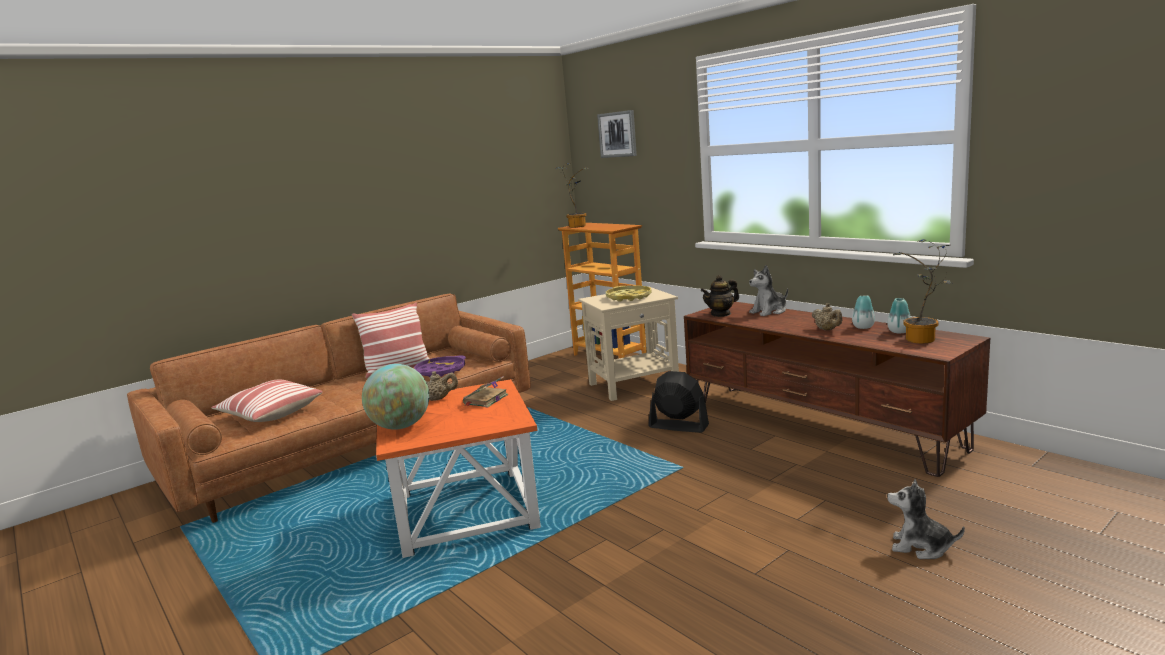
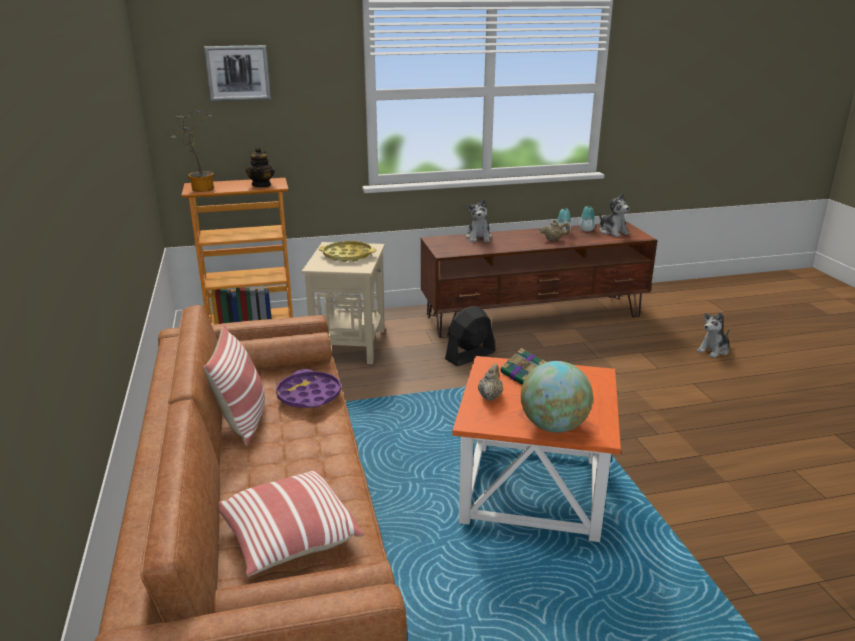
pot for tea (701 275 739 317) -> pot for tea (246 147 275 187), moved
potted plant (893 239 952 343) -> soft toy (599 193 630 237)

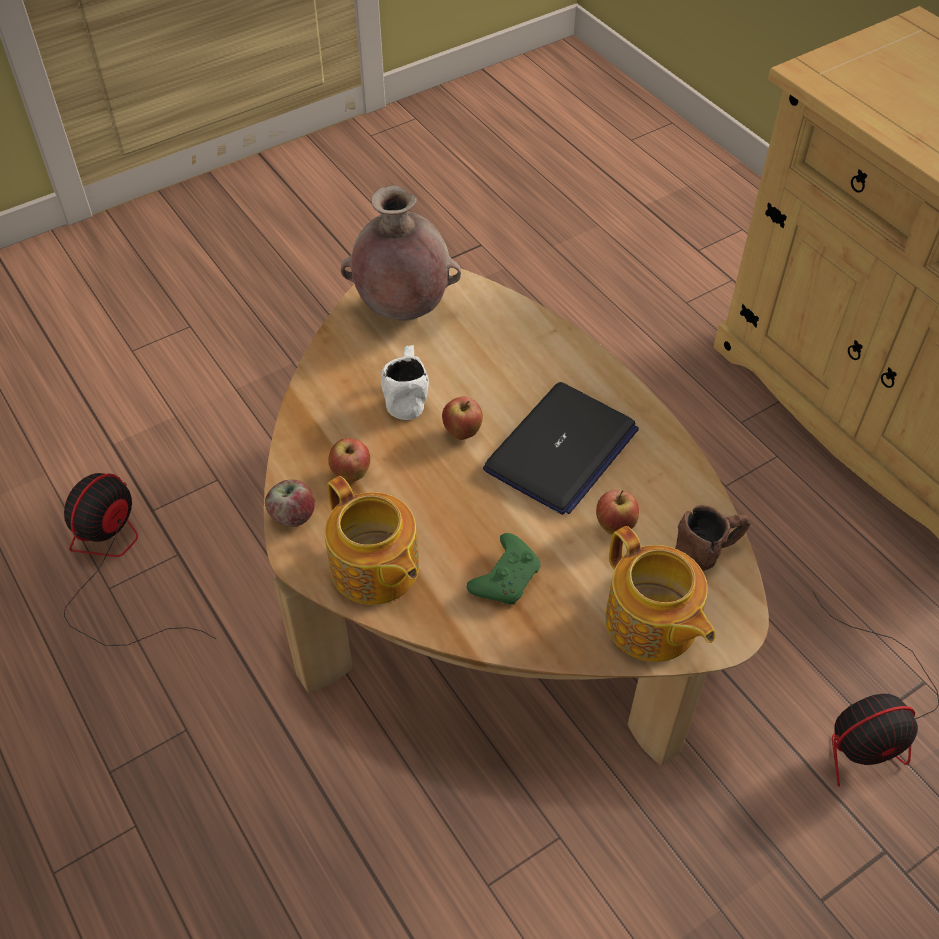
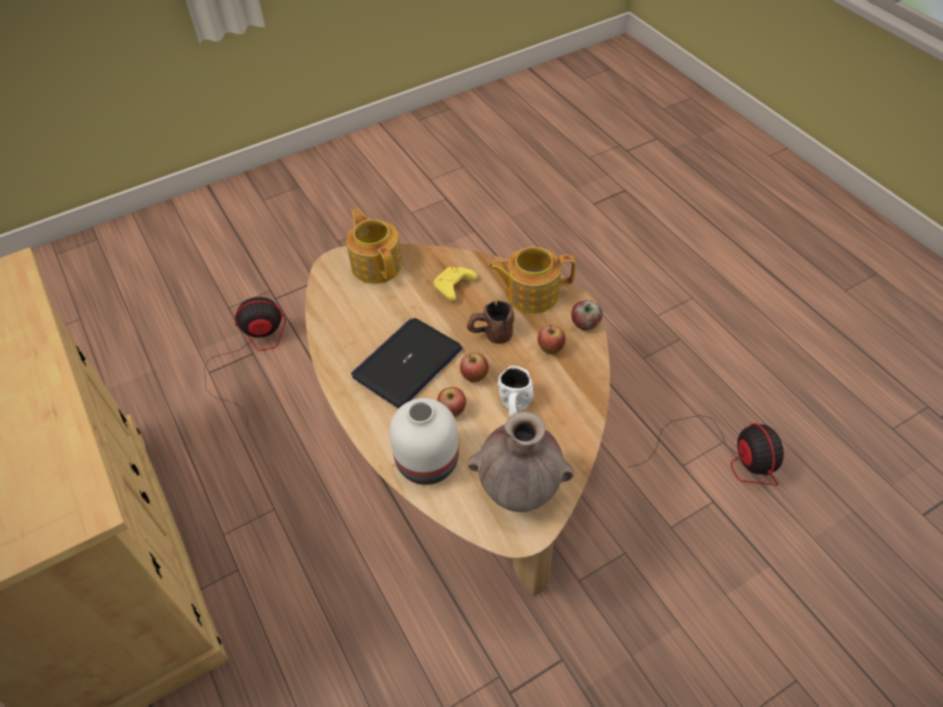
electric fan (64 473 217 646) -> electric fan (629 415 784 485), 45 degrees counterclockwise
pot for tea (324 476 419 605) -> pot for tea (488 247 576 314), 60 degrees counterclockwise
game controller (greenish) (467 533 541 605) -> game controller (yellow) (434 267 478 301)
apple fruit (596 490 639 535) -> apple fruit (437 387 466 418), moved
mug (brownish) (675 505 750 571) -> mug (brownish) (467 301 514 344), moved
none -> vase (white) (389 398 459 485)

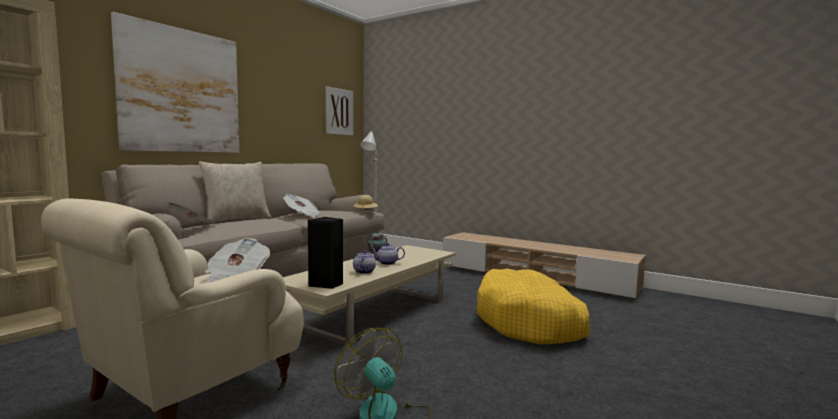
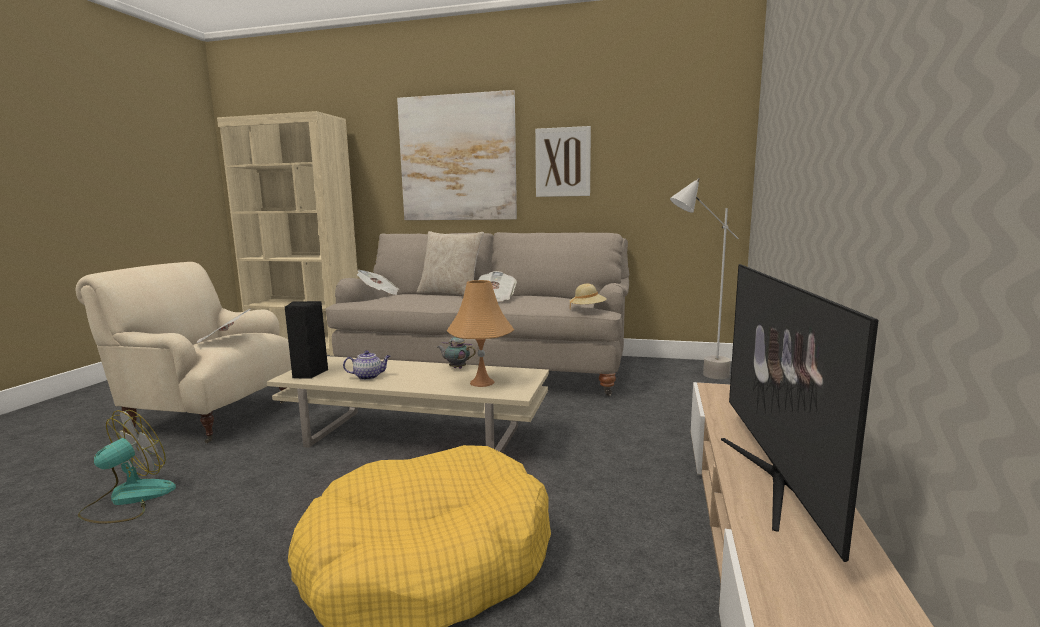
picture (326 86 353 135) -> picture (535 126 591 197), moved
pot for tea (371 243 405 265) -> none
none -> table lamp (orangey) (447 280 514 387)
none -> television (721 264 878 562)

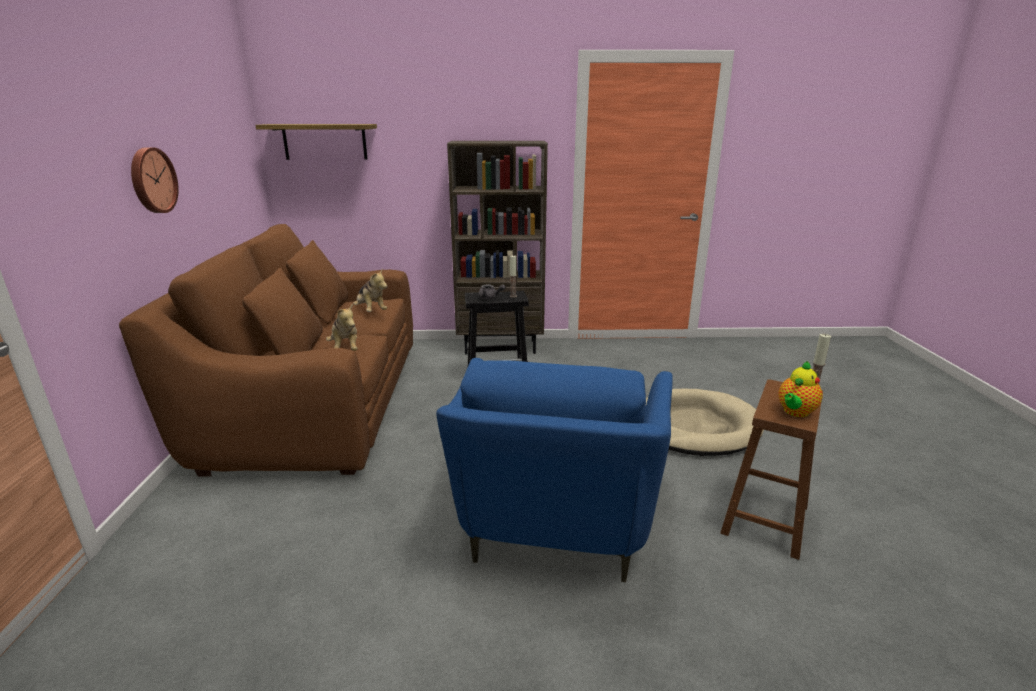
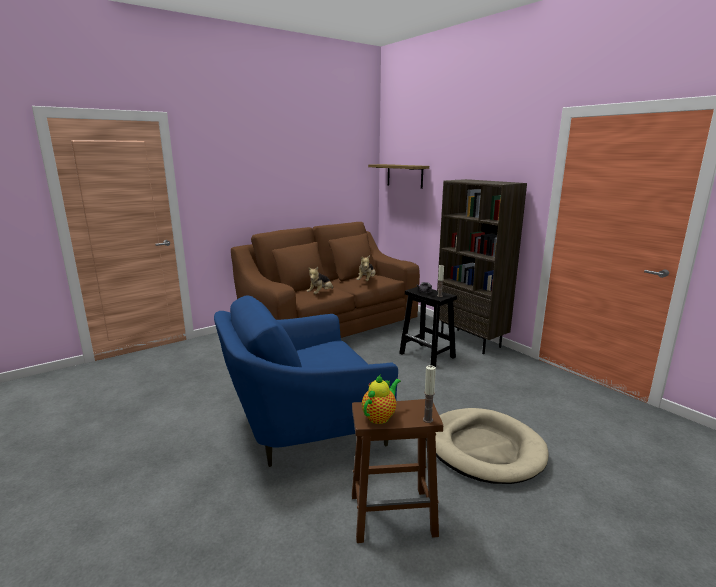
wall clock (131 147 179 213) -> none
pot for tea (778 361 823 417) -> pot for tea (362 374 401 424), 120 degrees clockwise

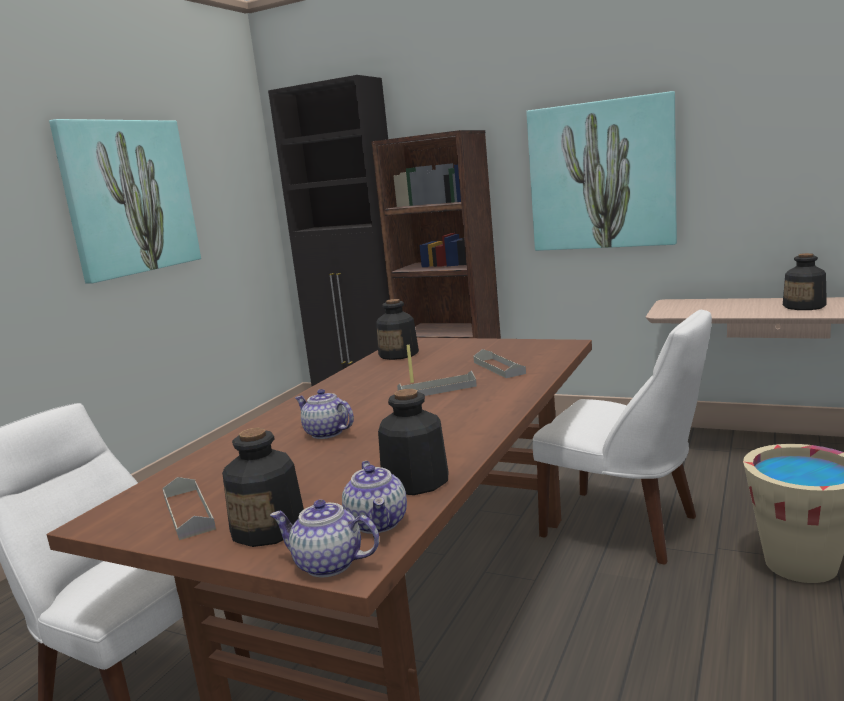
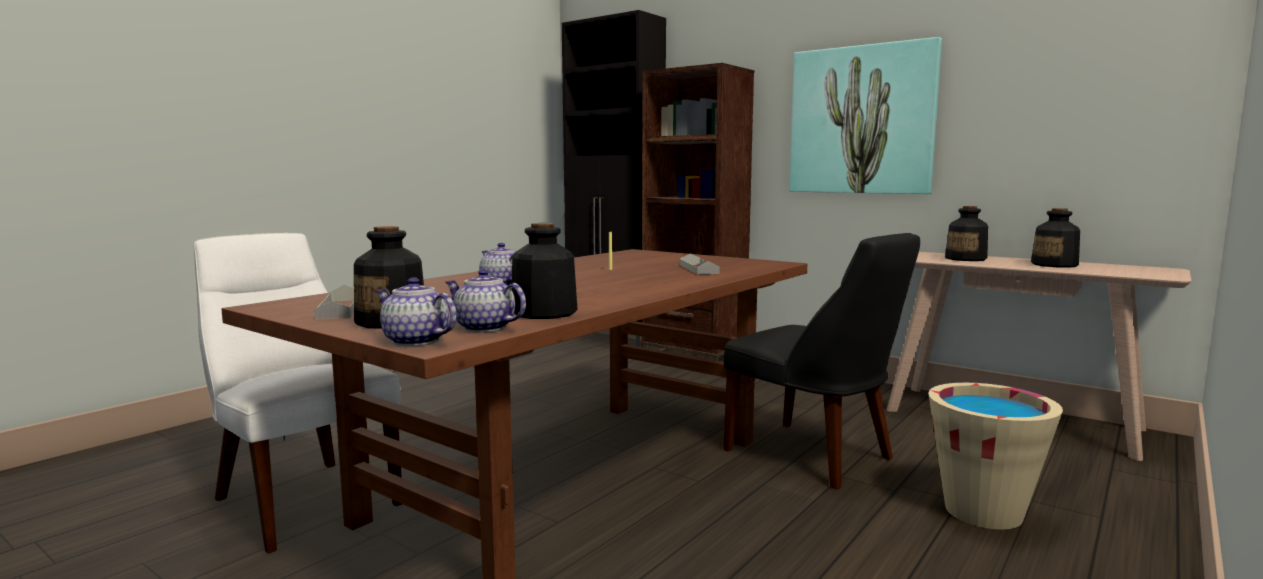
picture (49 119 201 284) -> none
pot for tea (342 461 407 534) -> pot for tea (445 269 526 333), 120 degrees clockwise
beverage bottle (376 299 419 360) -> beverage bottle (945 206 988 261), moved
tray (grey) (397 371 477 396) -> none
upright chair (white) (533 309 712 564) -> upright chair (blackish) (723 233 920 489)

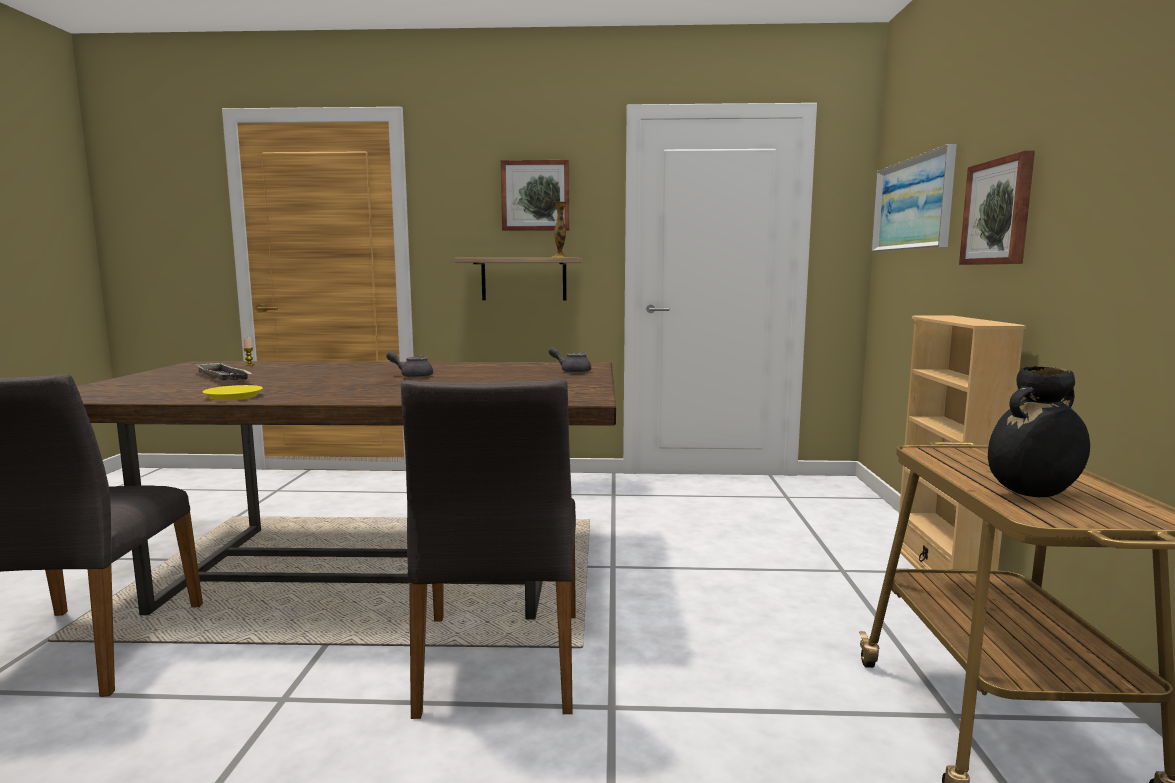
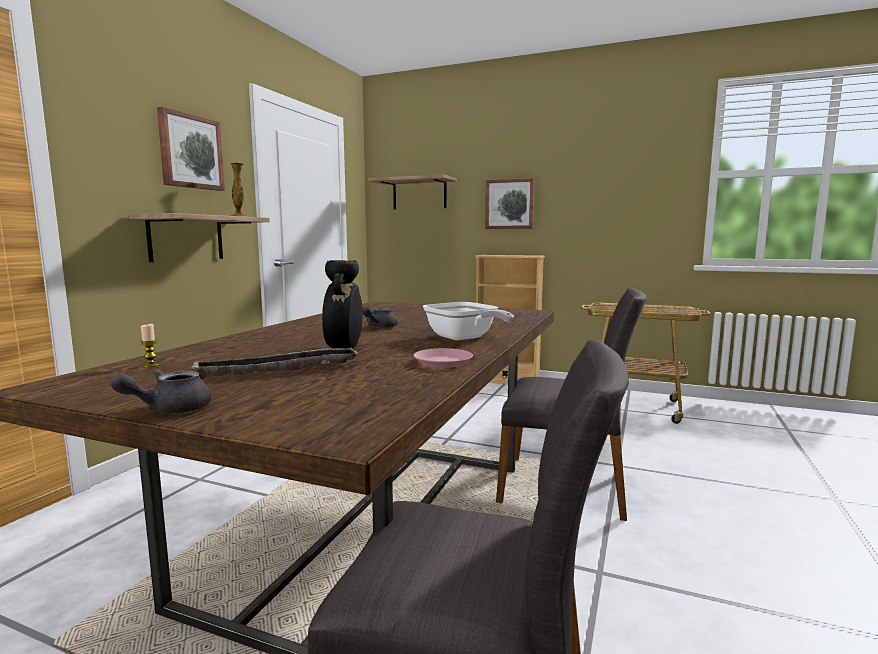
plate (yellow) (203 385 263 400) -> plate (pink-coloured) (413 348 473 368)
pot for tea (grey) (549 347 591 373) -> pot for tea (grey) (111 369 211 414), moved
picture (871 144 957 252) -> bracket shelf (367 174 457 209)
vase (blackish) (988 366 1090 497) -> vase (blackish) (322 260 363 349), moved
none -> pan (423 302 514 341)

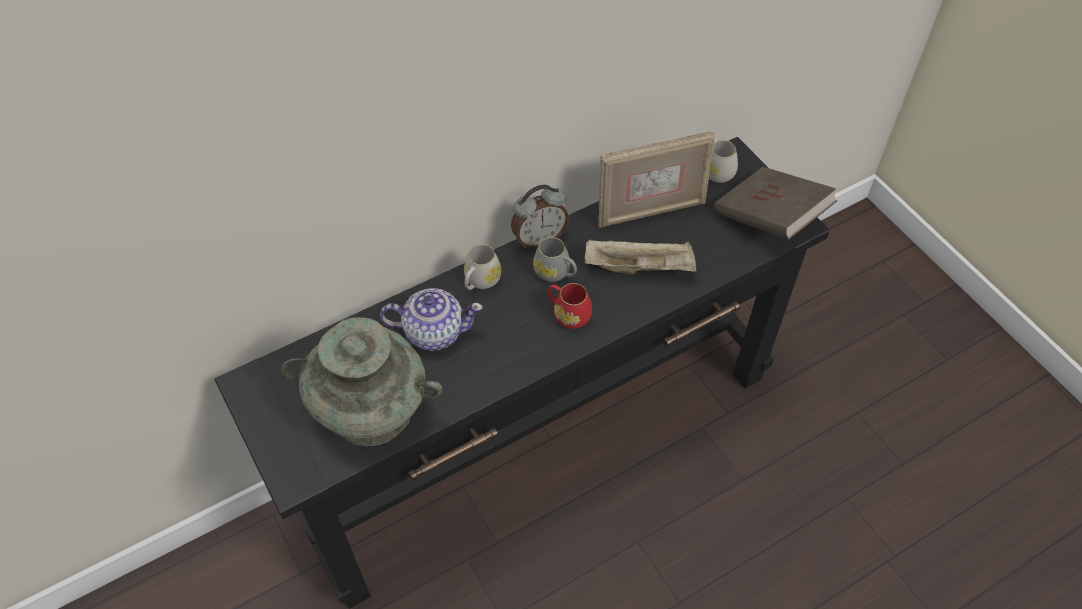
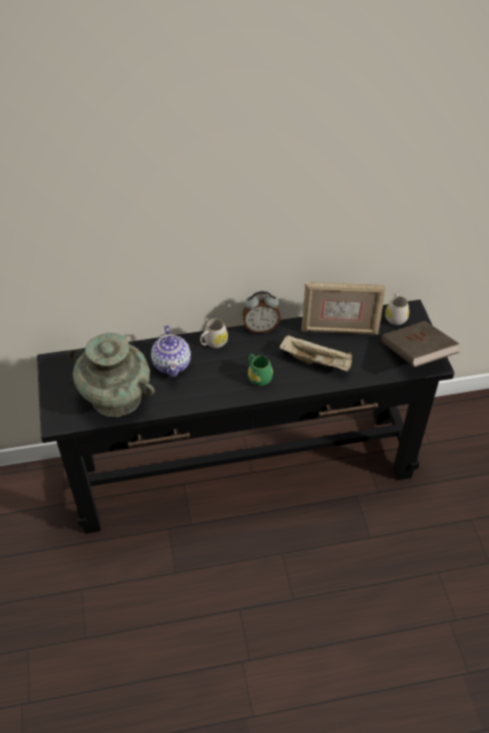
pot for tea (380 288 483 351) -> pot for tea (151 325 191 377), 60 degrees clockwise
mug (grey) (533 237 577 282) -> none
mug (red) (548 283 592 329) -> mug (greenish) (248 354 273 386)

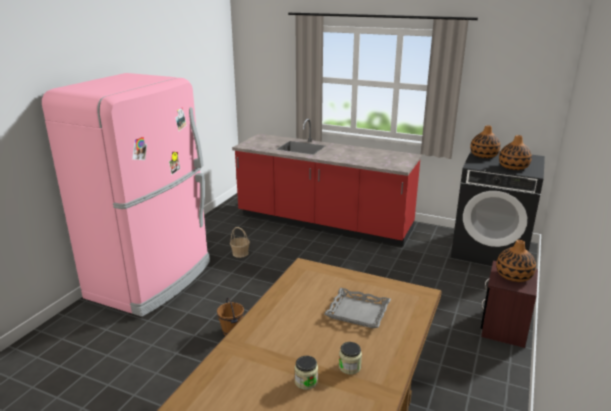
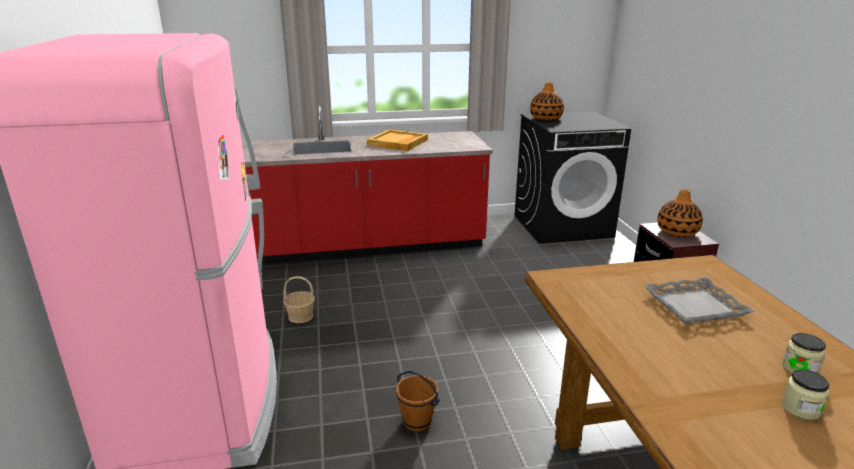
vase (499 135 532 170) -> none
none -> tray (beige) (367 129 428 151)

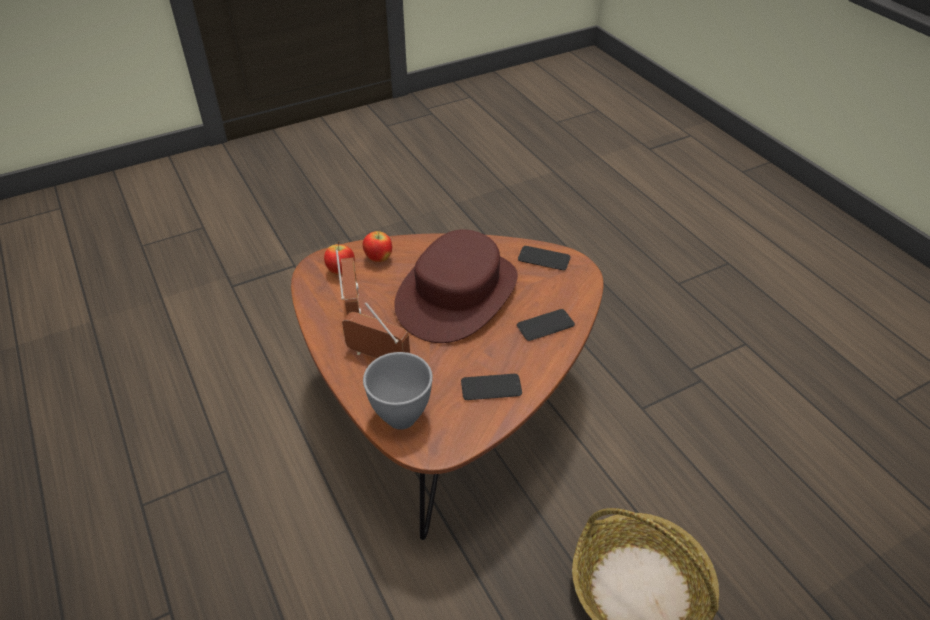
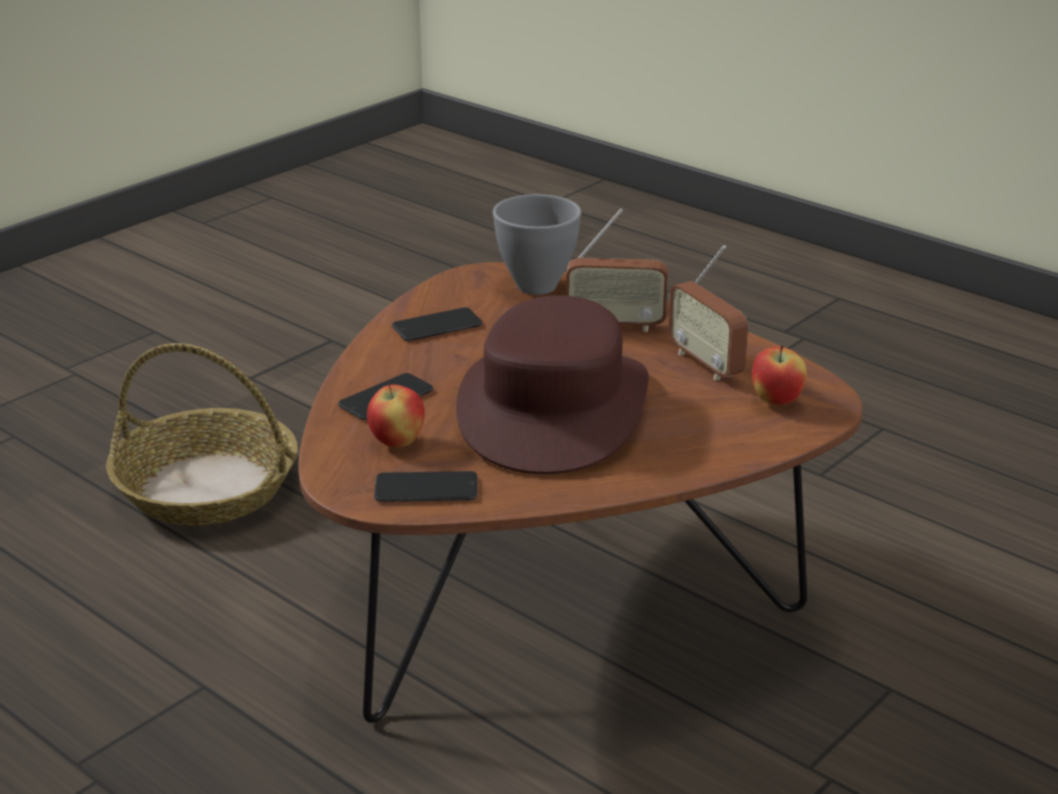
apple fruit (363 230 392 262) -> apple fruit (367 383 425 448), moved

